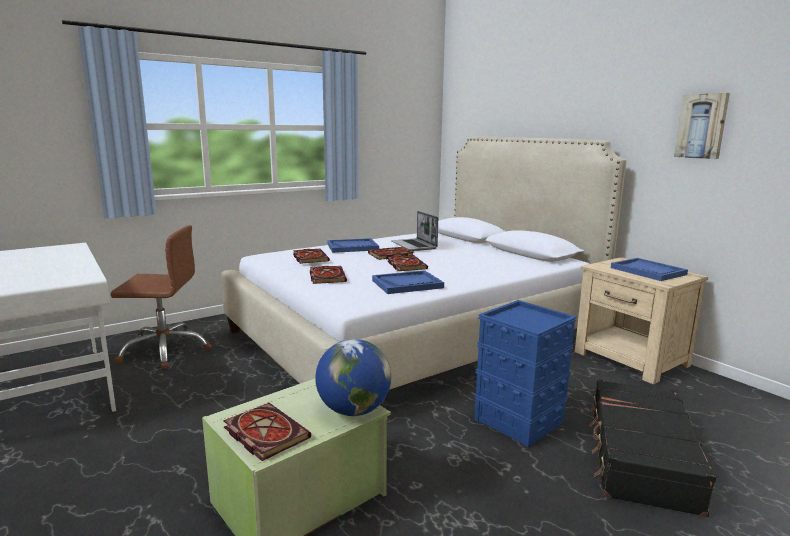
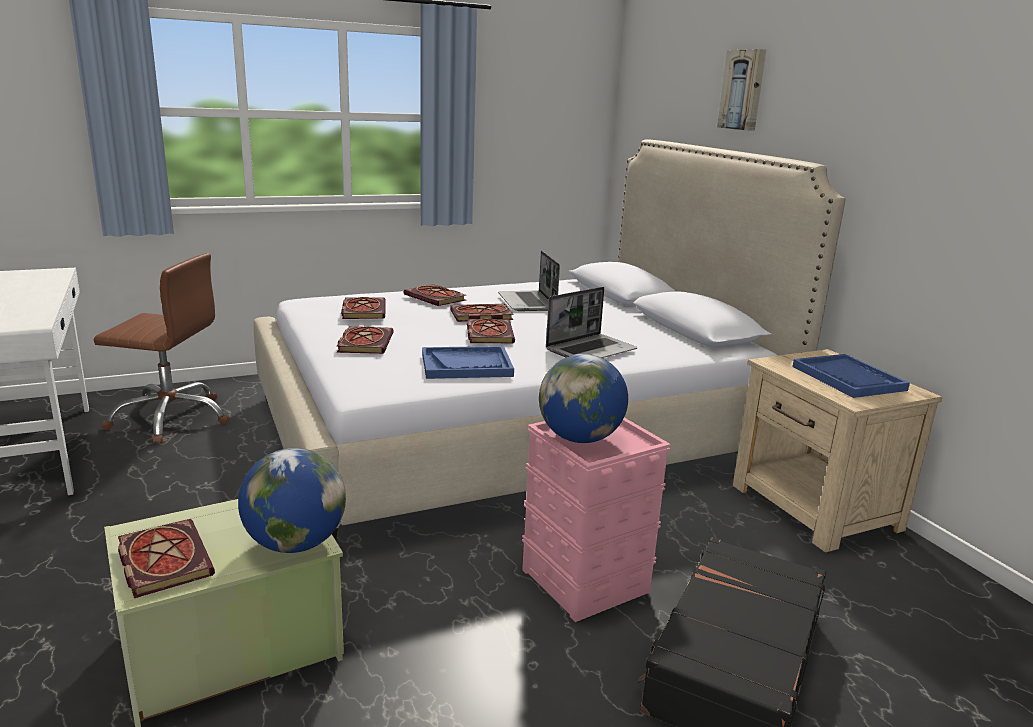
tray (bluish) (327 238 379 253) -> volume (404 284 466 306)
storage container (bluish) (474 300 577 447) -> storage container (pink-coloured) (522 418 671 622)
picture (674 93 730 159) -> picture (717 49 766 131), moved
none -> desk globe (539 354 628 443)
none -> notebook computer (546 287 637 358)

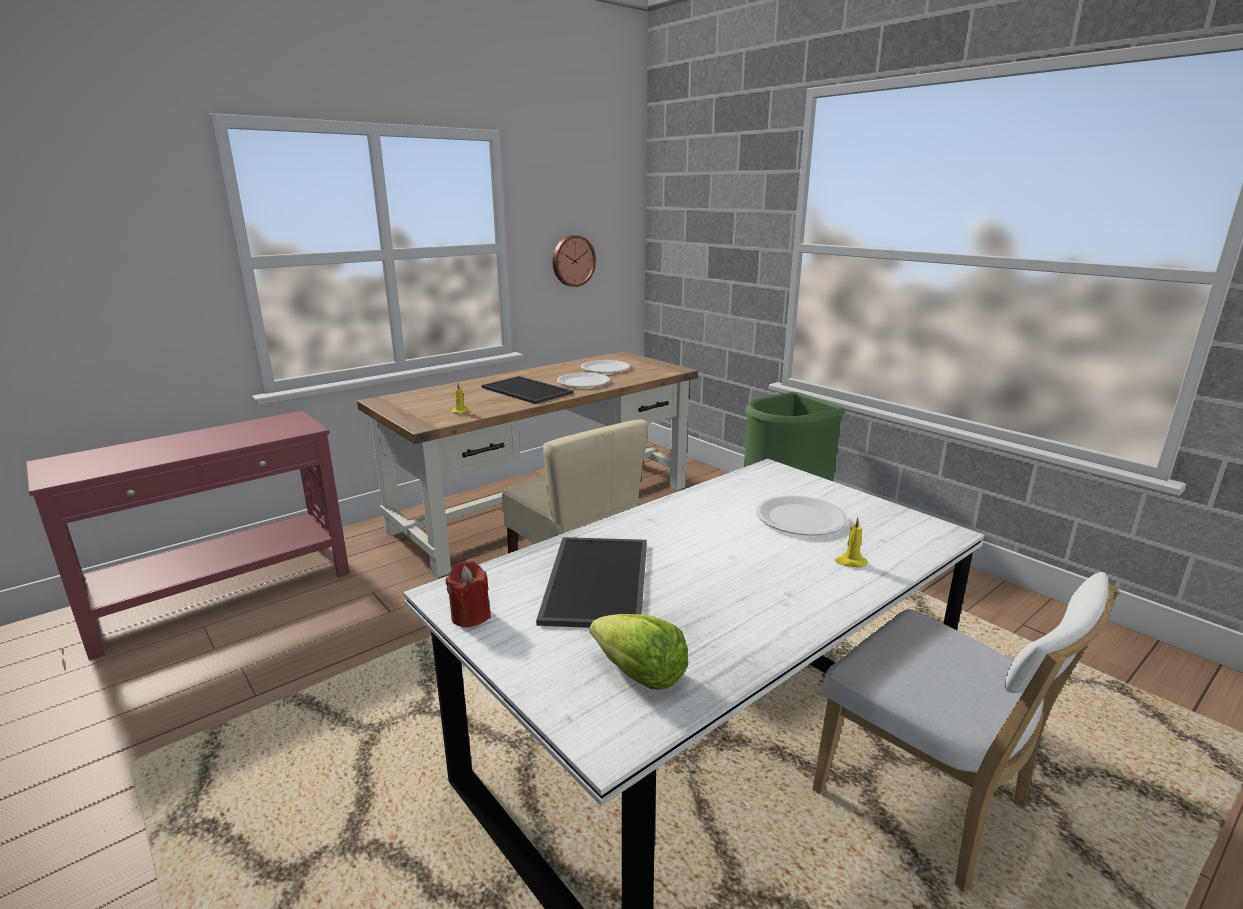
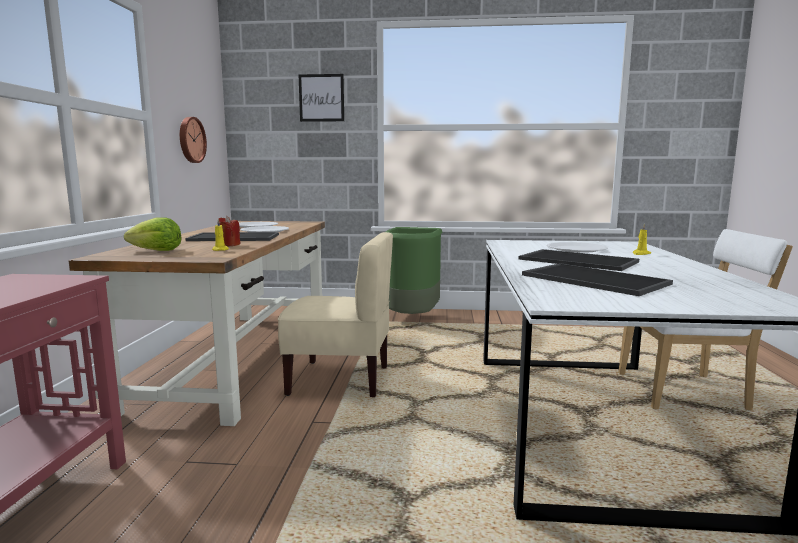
wax candle (red) (445 561 491 627) -> wax candle (red) (219 216 240 246), moved
head of lettuce (590 614 688 690) -> head of lettuce (124 217 182 251), moved
none -> picture (299 74 344 122)
none -> tray (519 249 639 271)

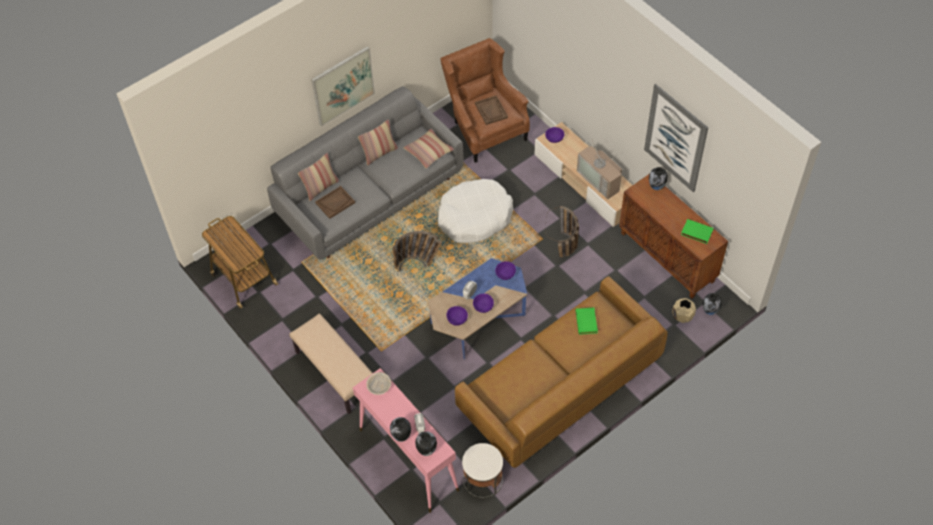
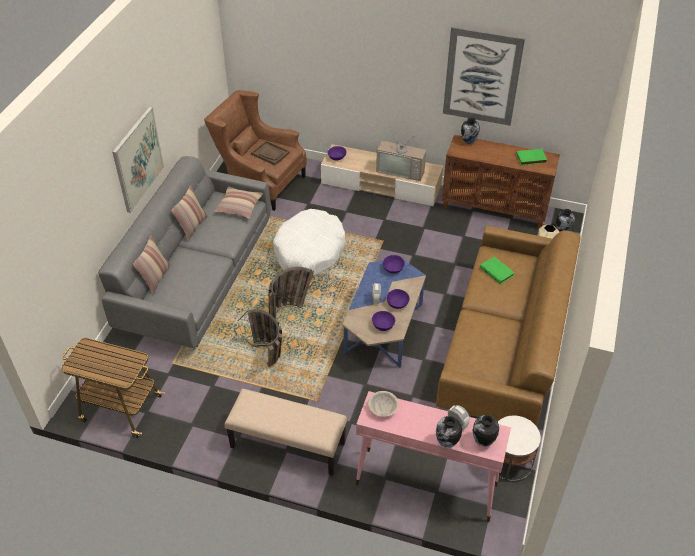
tray (brownish) (315 186 355 219) -> none
basket (545 206 579 257) -> basket (238 309 282 367), moved

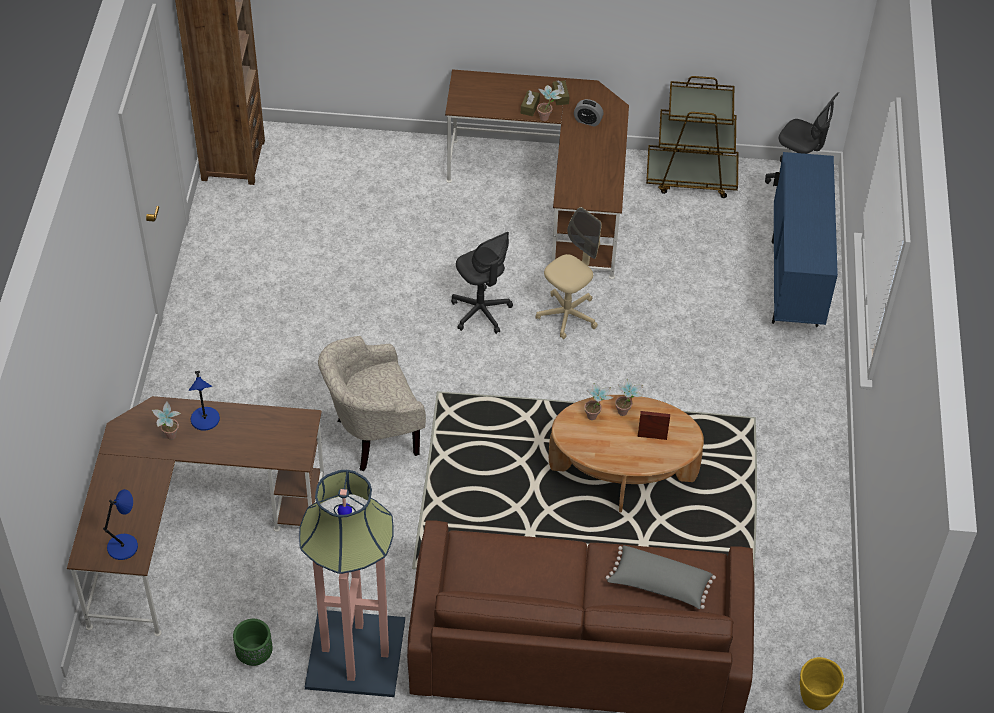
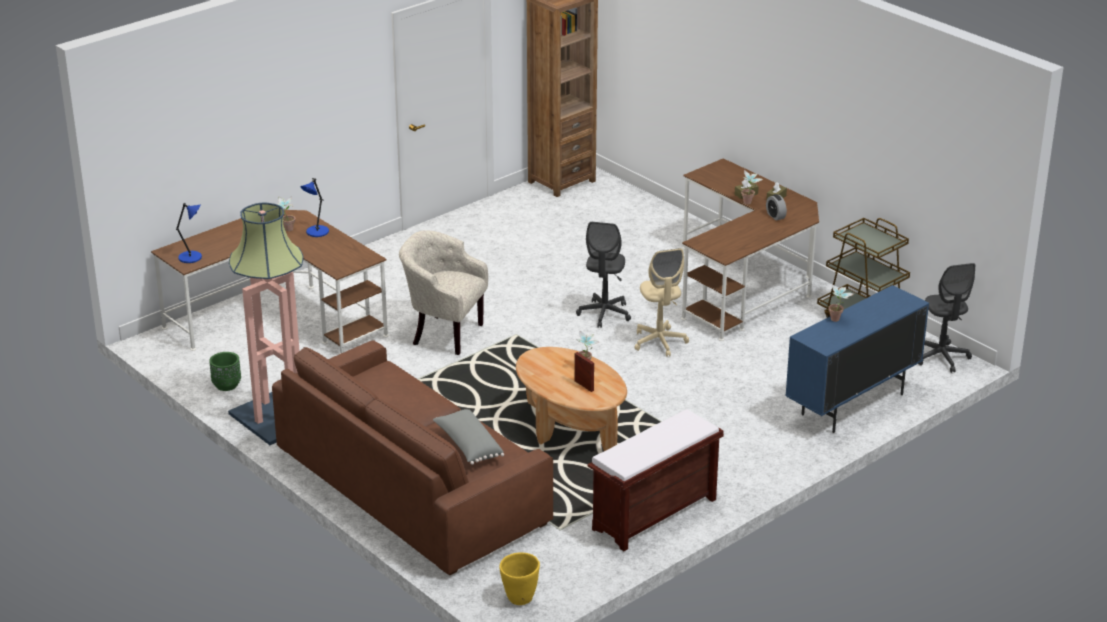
office chair (beige) (536 207 602 339) -> office chair (beige) (634 248 689 357), 75 degrees clockwise
potted plant (584 383 613 420) -> potted plant (828 284 853 322), moved
none -> indoor bench (brownish) (587 409 724 551)

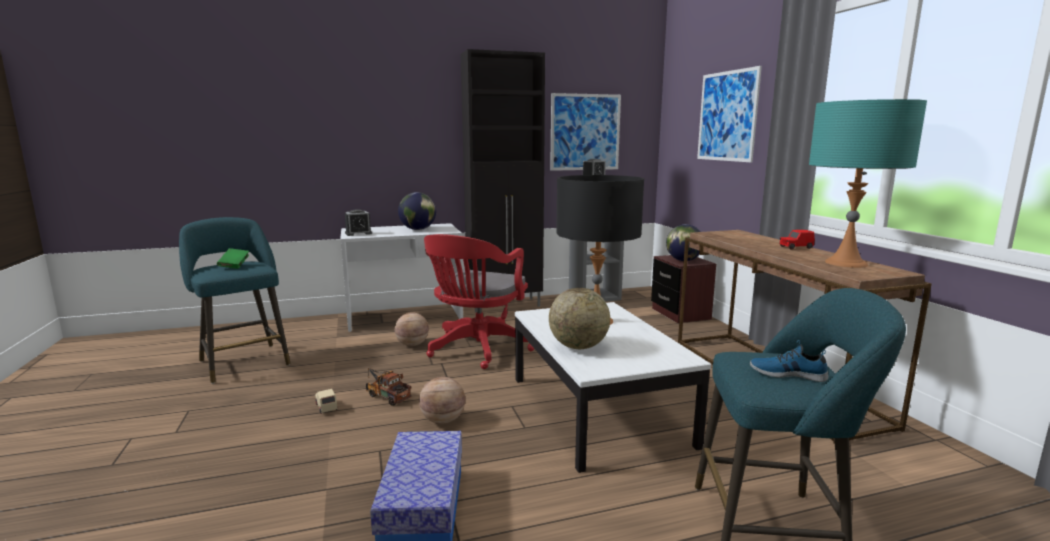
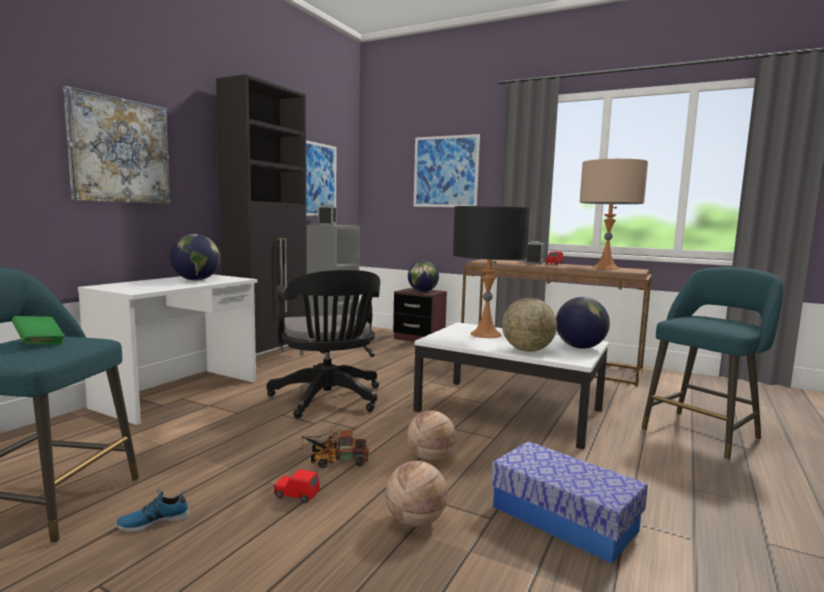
model car (beige) (315 389 338 414) -> model car (red) (274 469 320 503)
alarm clock (345 209 372 236) -> alarm clock (525 241 545 264), moved
basketball ball (395 312 429 346) -> basketball ball (386 461 448 527), moved
office chair (red) (424 234 534 369) -> office chair (blackish) (266 269 380 419)
low shoe (750 340 828 382) -> low shoe (116 489 190 532), moved
table lamp (turquoise-coloured) (809 99 927 268) -> table lamp (beige) (580 159 648 270)
none -> picture (63 86 171 204)
none -> desk globe (556 297 610 349)

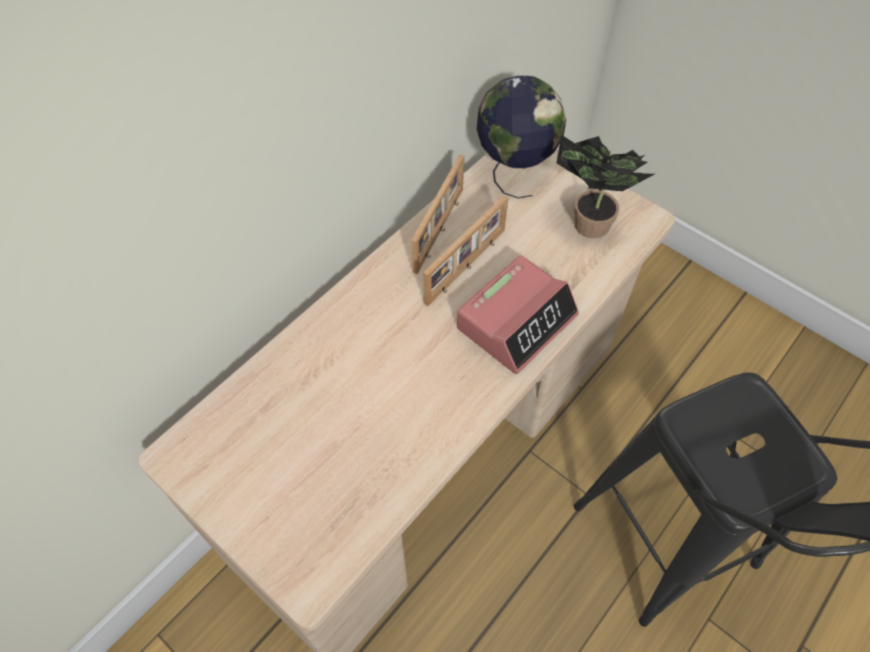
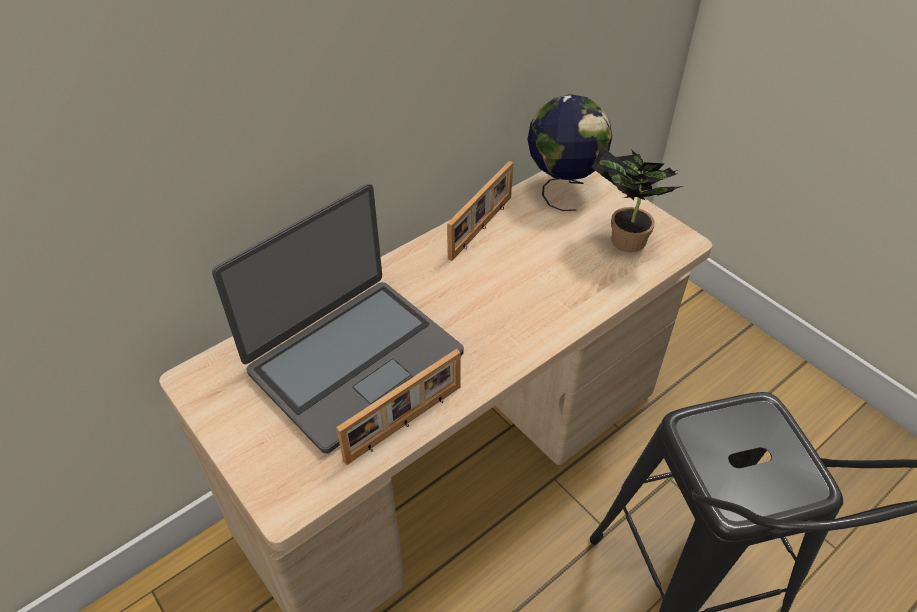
standing frame (423 195 508 306) -> standing frame (336 349 461 465), moved
alarm clock (457 256 579 374) -> none
none -> notebook computer (212 184 464 453)

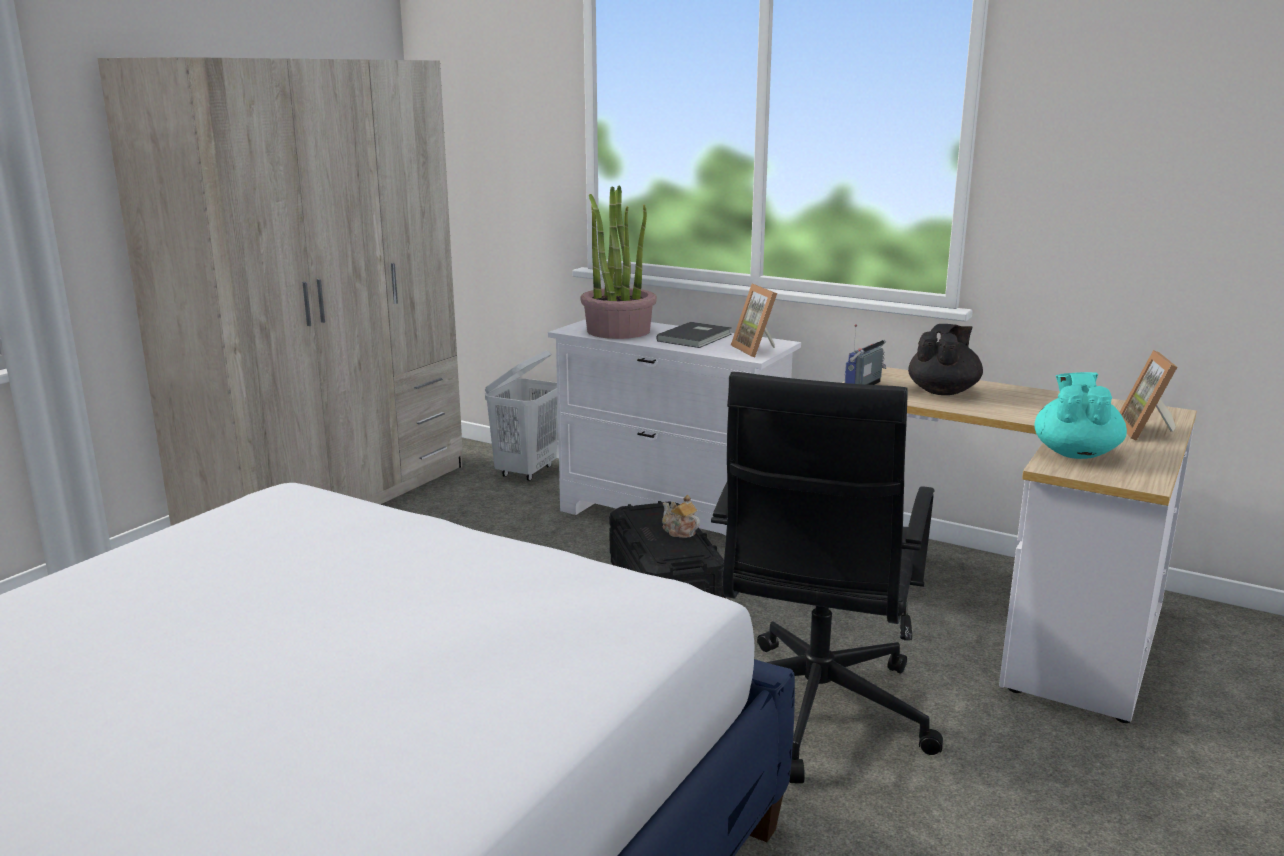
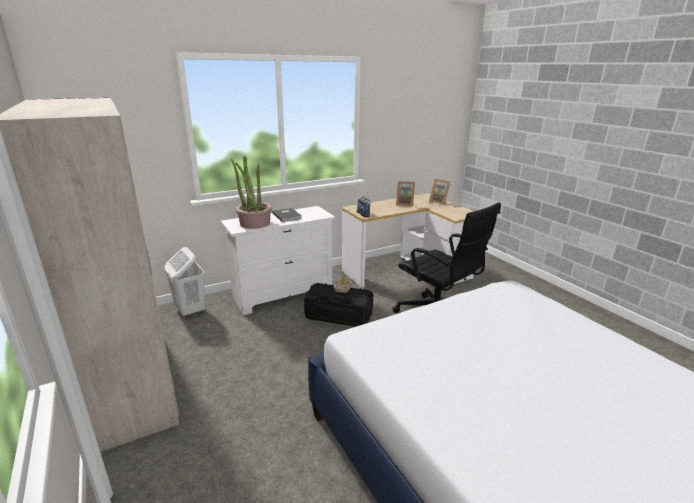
standing frame (731 284 777 357) -> standing frame (396 181 415 206), moved
pot for tea (blackish) (908 324 983 395) -> none
pot for tea (turquoise-coloured) (1034 372 1127 459) -> none

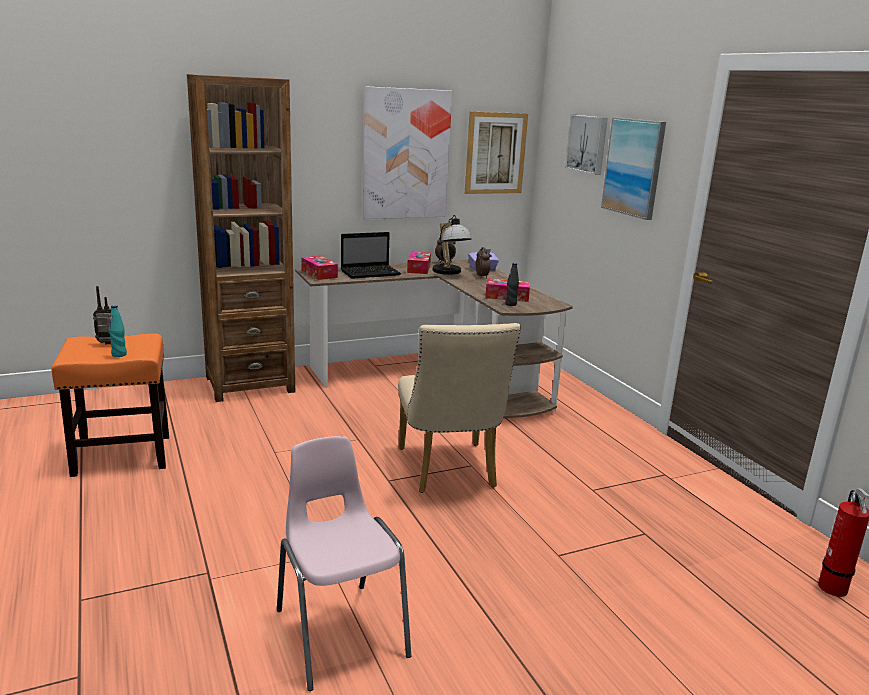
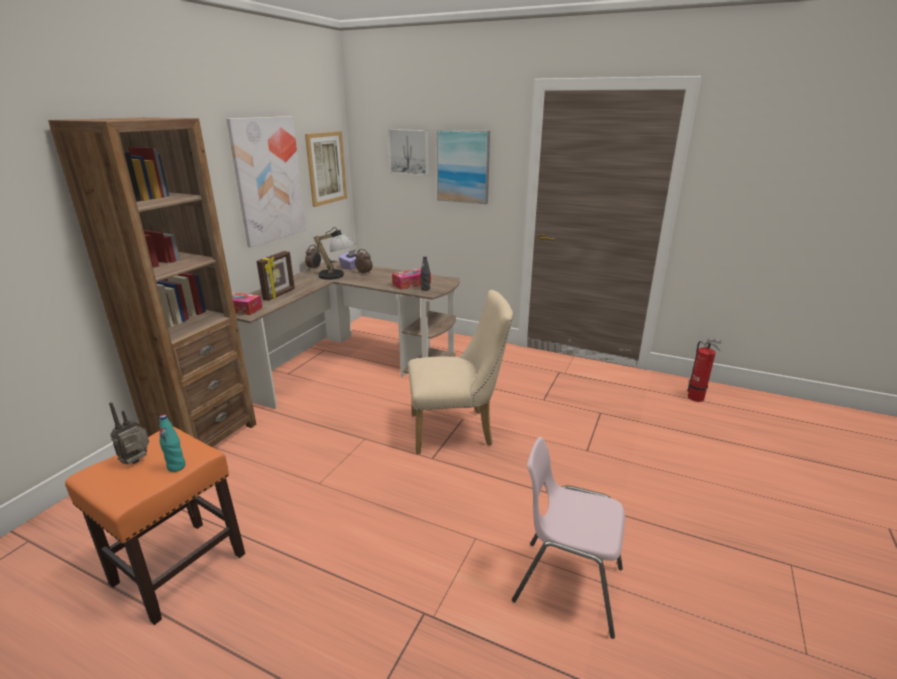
notebook computer (341 232 401 279) -> standing frame (257 251 295 301)
upright chair (beige) (398 323 521 493) -> upright chair (beige) (408 290 513 454), 45 degrees counterclockwise
box of tissues (407 252 431 274) -> none

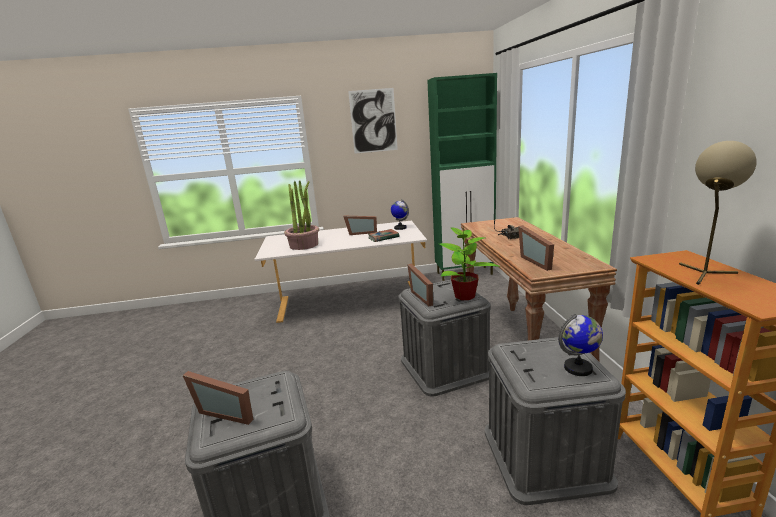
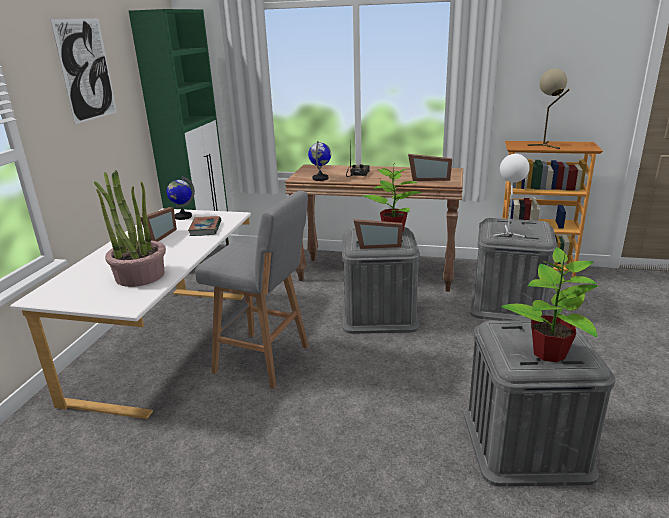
standing frame (182 371 254 425) -> potted plant (501 247 598 362)
desk globe (558 314 603 376) -> desk globe (308 141 331 181), moved
none -> sitting stool (grey) (195 191 309 389)
none -> table lamp (white) (493 154 530 237)

